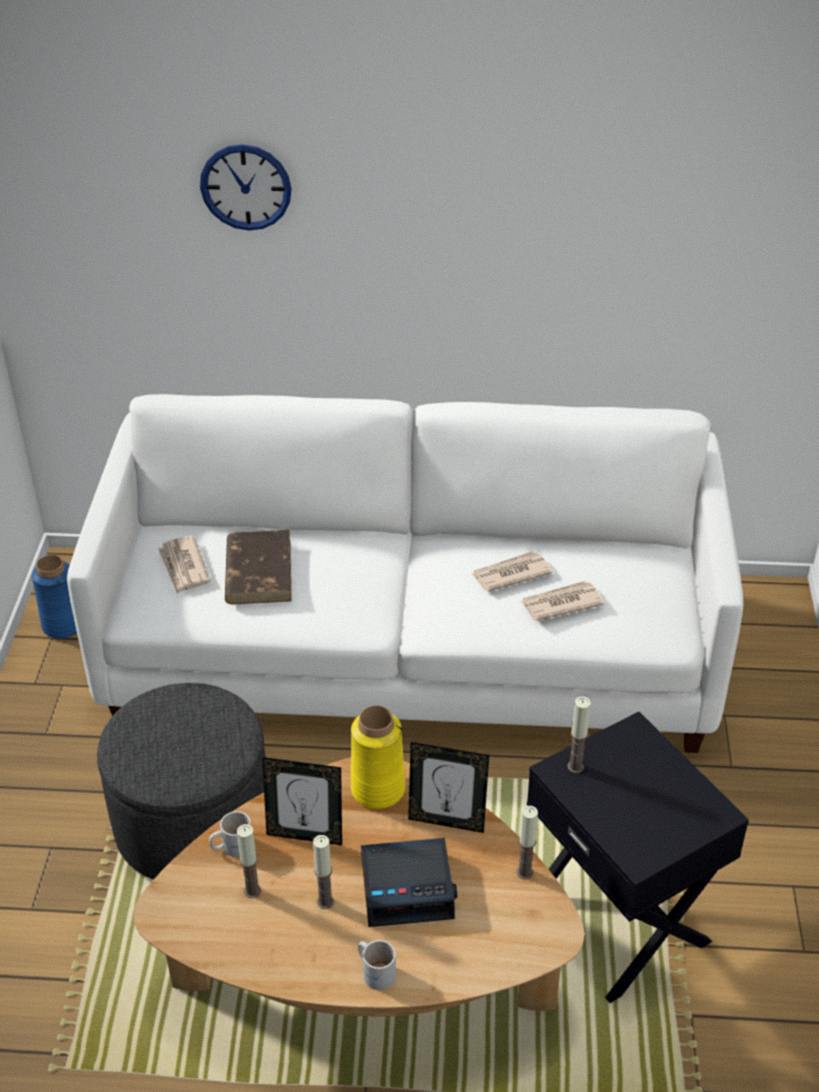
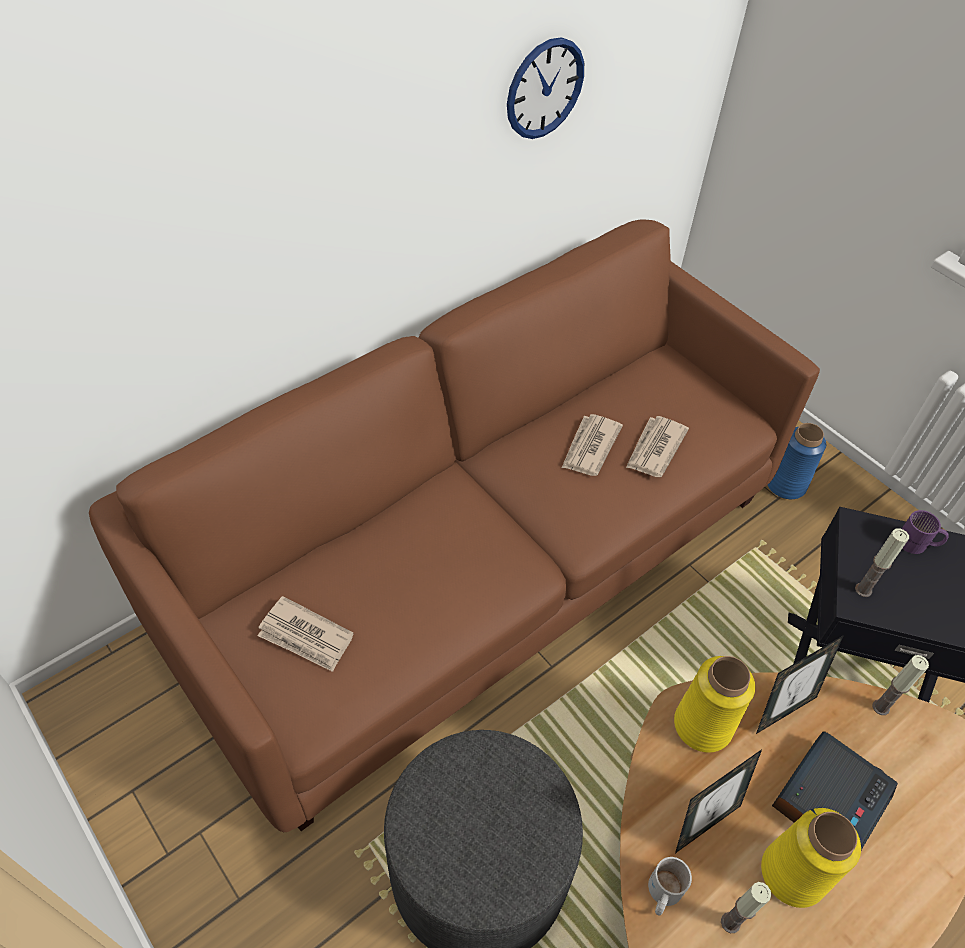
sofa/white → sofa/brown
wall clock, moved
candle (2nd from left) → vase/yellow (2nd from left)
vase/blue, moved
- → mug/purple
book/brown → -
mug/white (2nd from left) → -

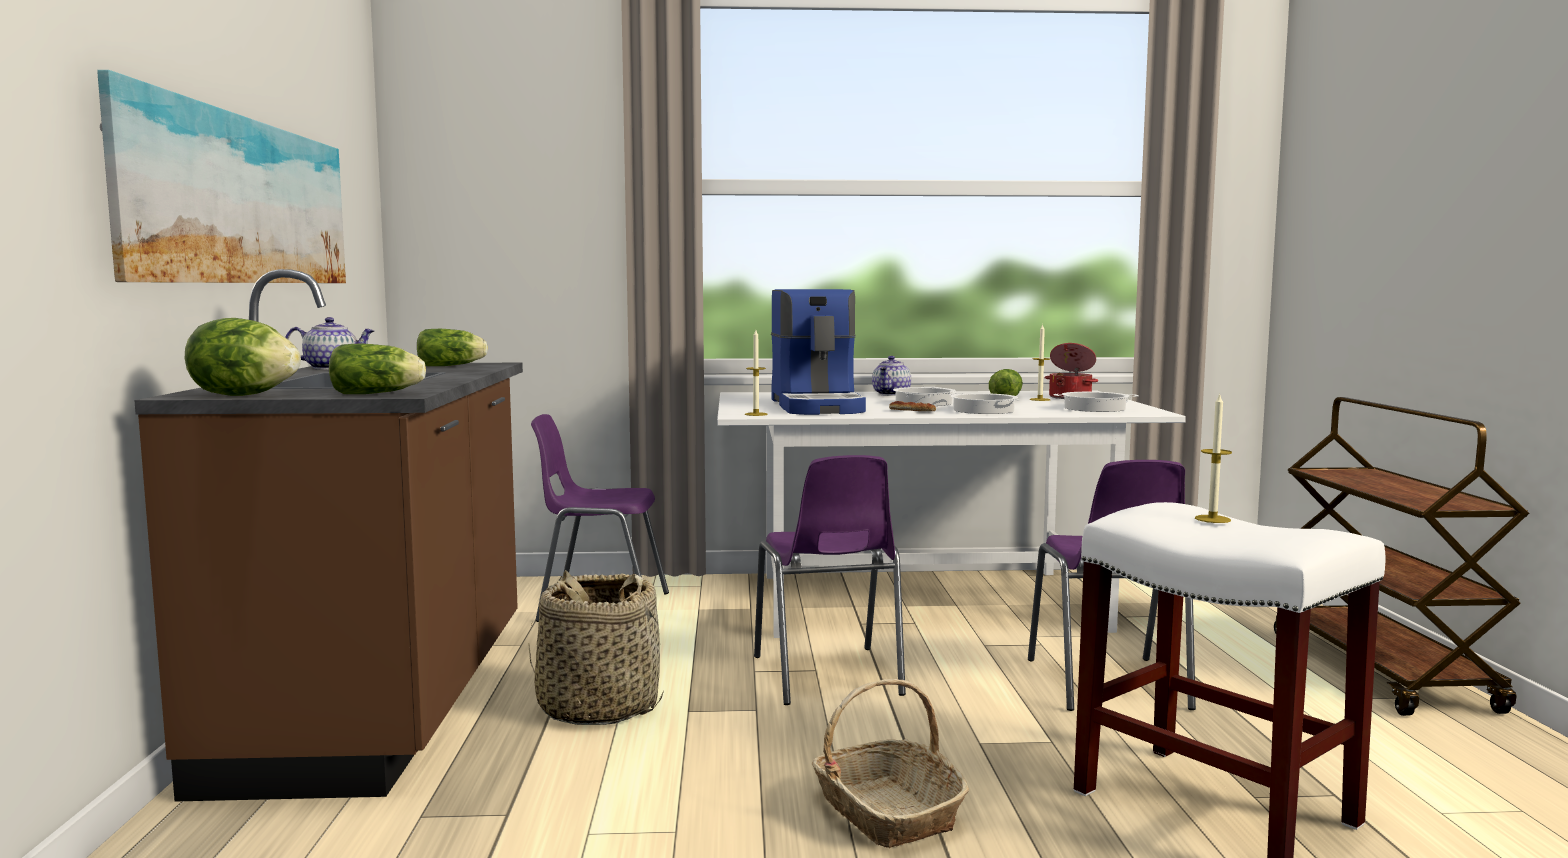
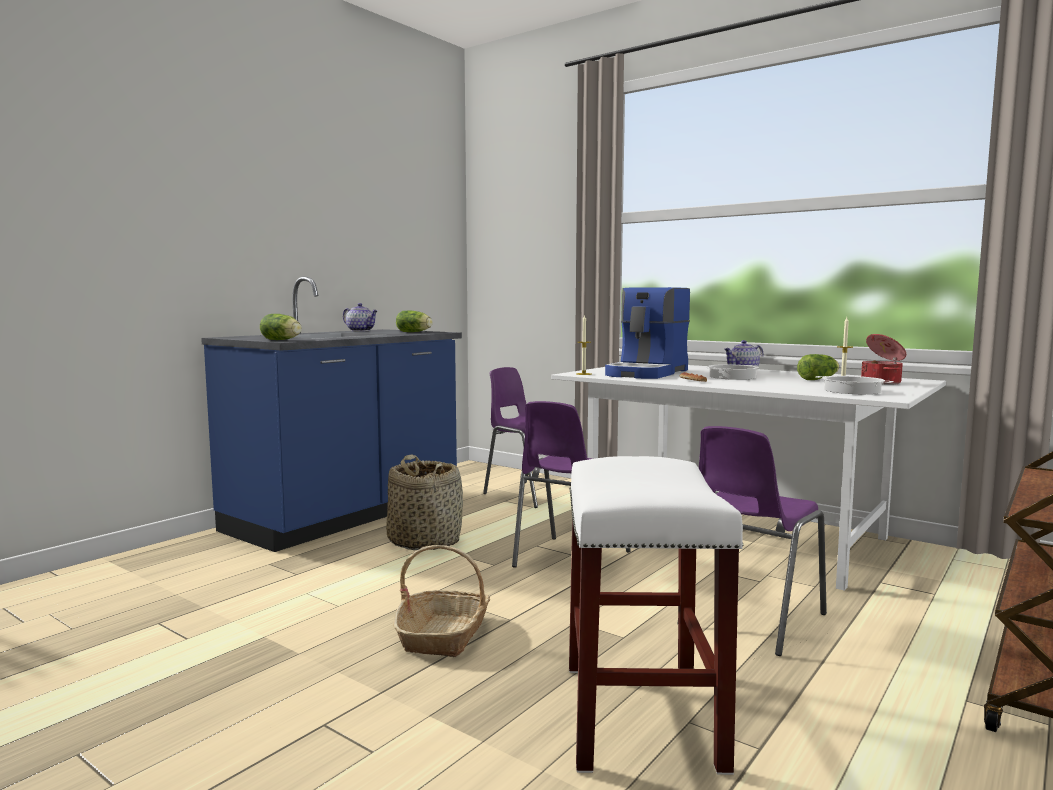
counter/brown → counter/blue
picture → -
lettuce (1st from left) → -
cooking pot (2nd from left) → -
candle (3rd from left) → -

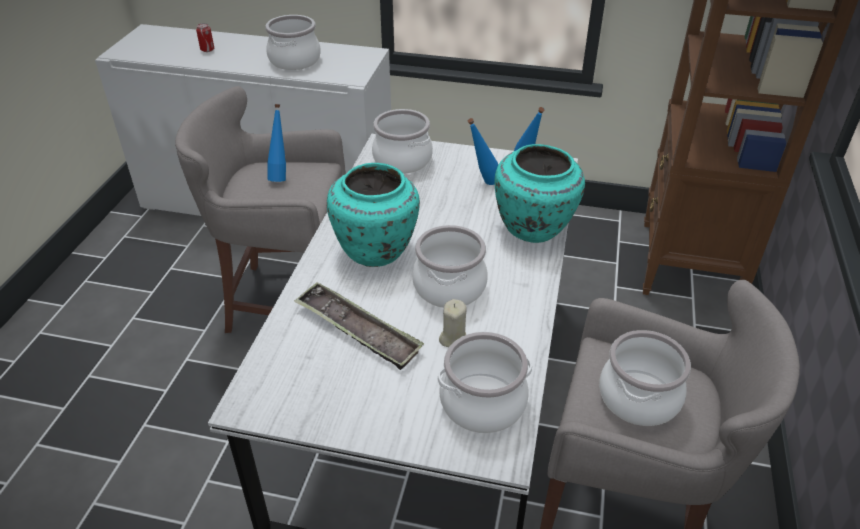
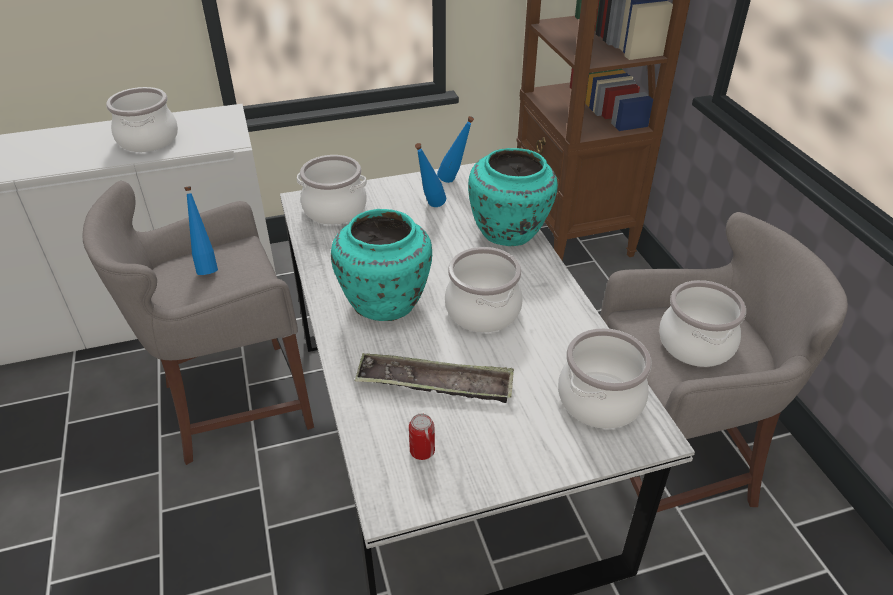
can, moved
candle/beige → -

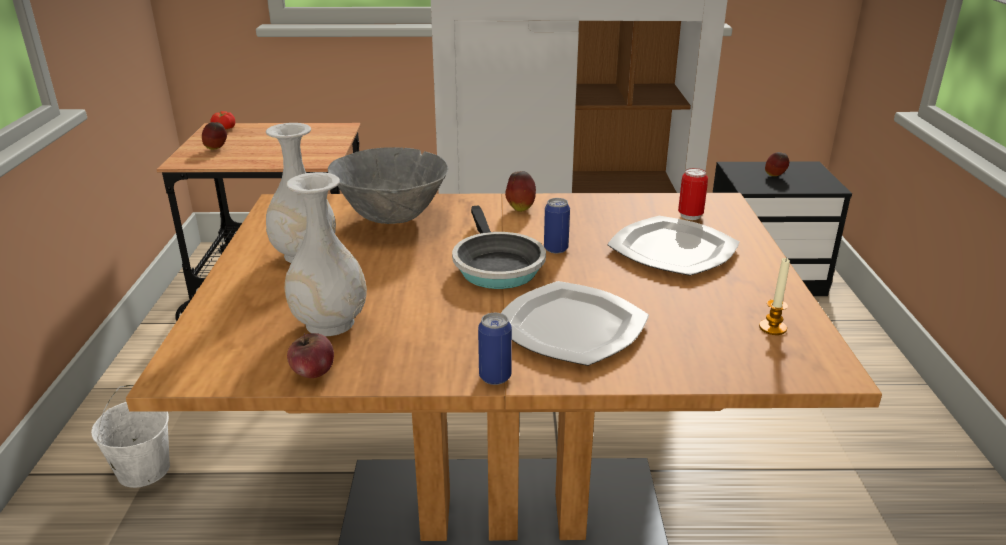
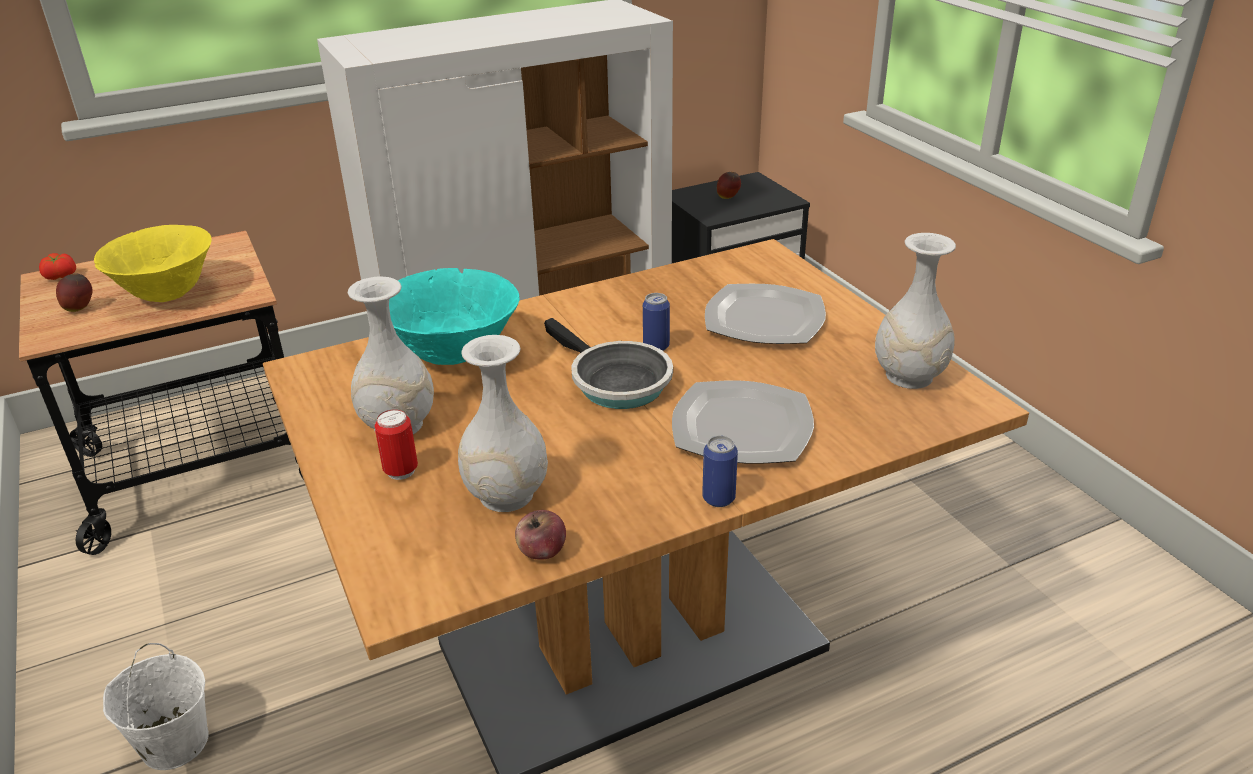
- → bowl/yellow
can (3rd from left in the first image) → can (1st from left), moved
bowl/grey → bowl/turquoise
candle → vase/white (3rd from left)
apple (3rd from left) → -

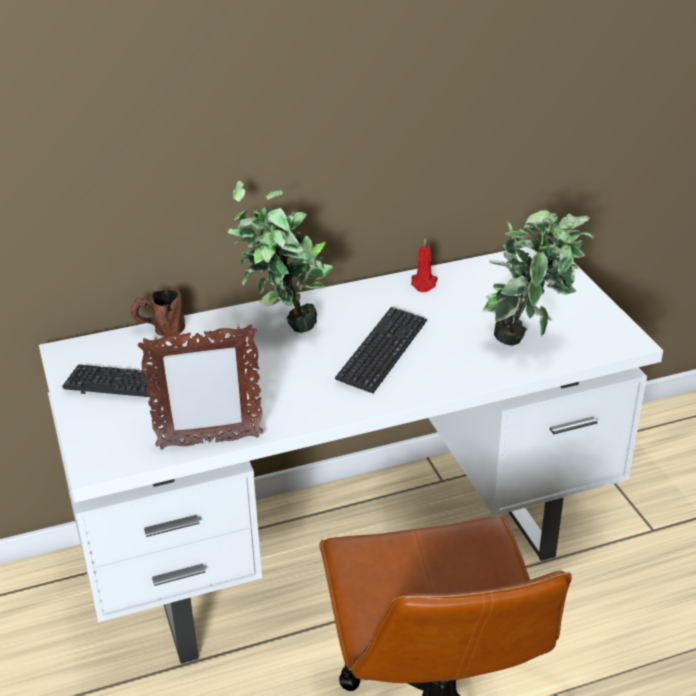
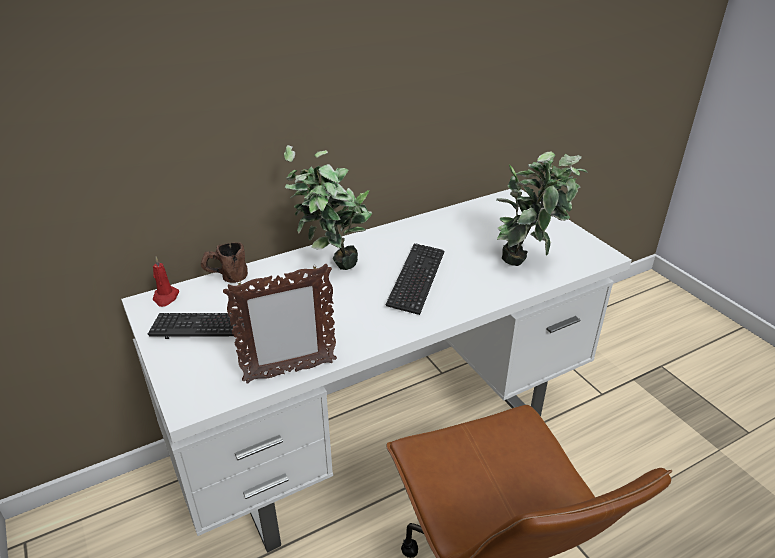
candle/red, moved

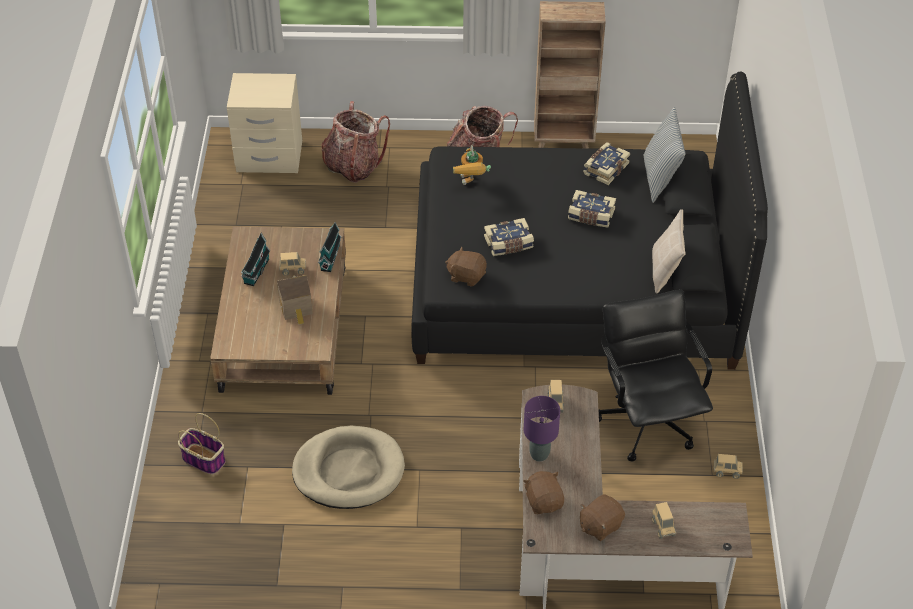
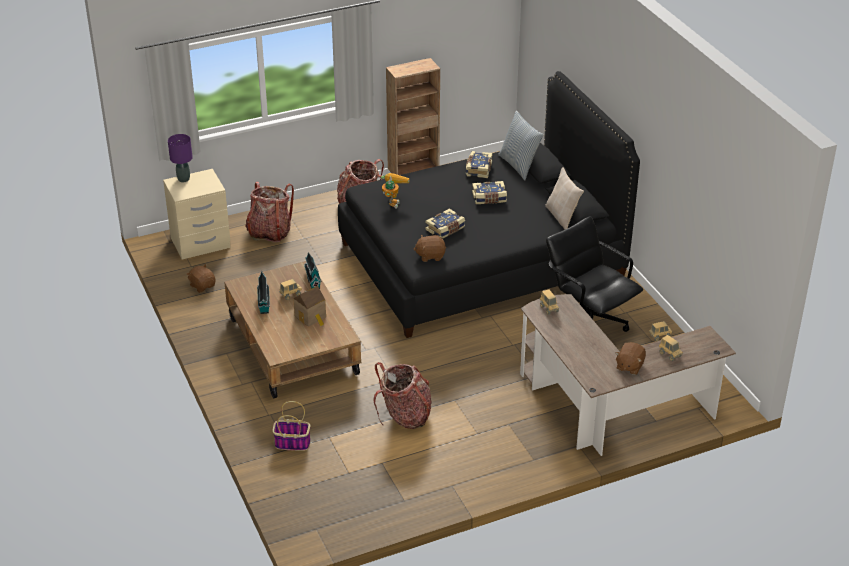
table lamp/purple, moved
plush toy/brown (2nd from left in the first image) → plush toy/brown (1st from left), moved
dog bed/beige → backpack (3rd from left)
toy robot, 135 degrees counterclockwise

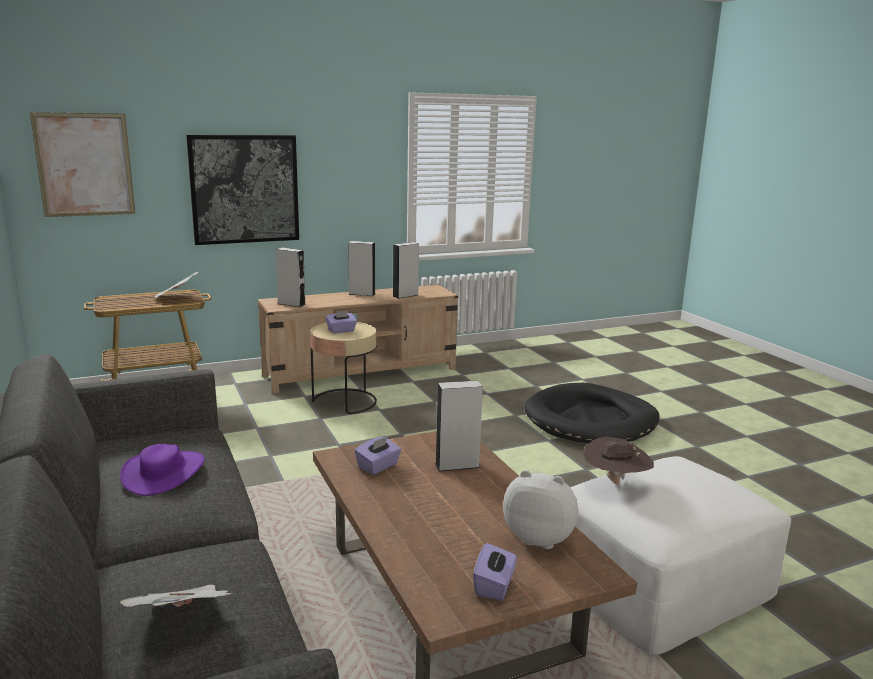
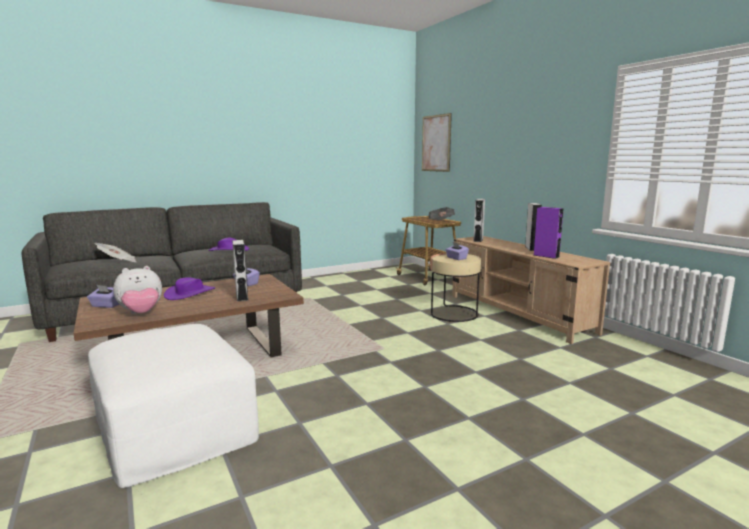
plush toy, 45 degrees clockwise
- → hat/purple (1st from left)
speaker/grey (3rd from left) → speaker/purple
picture (2nd from left) → -
dog bed/black → -
hat/brown → -

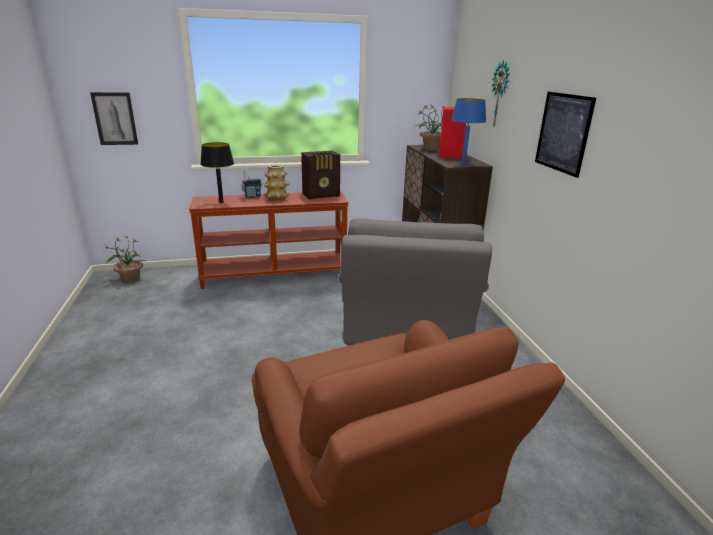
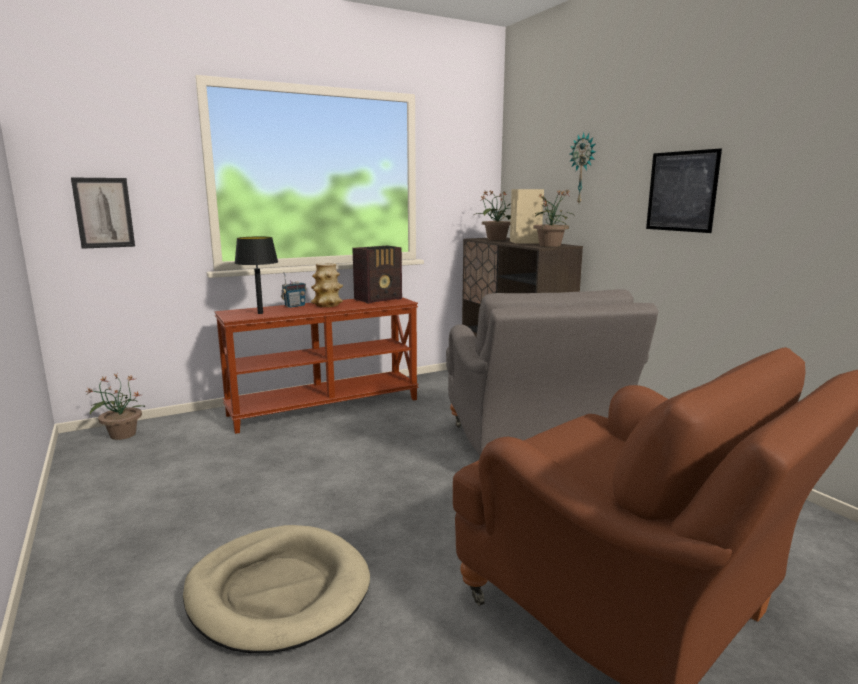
- → dog bed/beige
speaker/red → speaker/beige
table lamp/blue → potted plant (3rd from left)

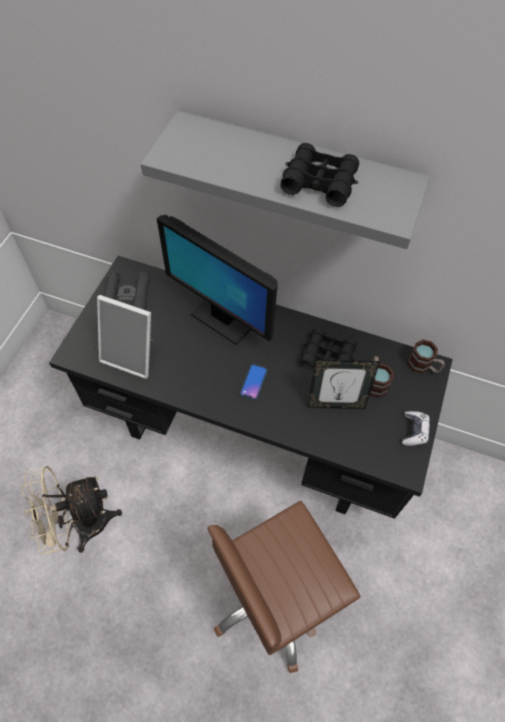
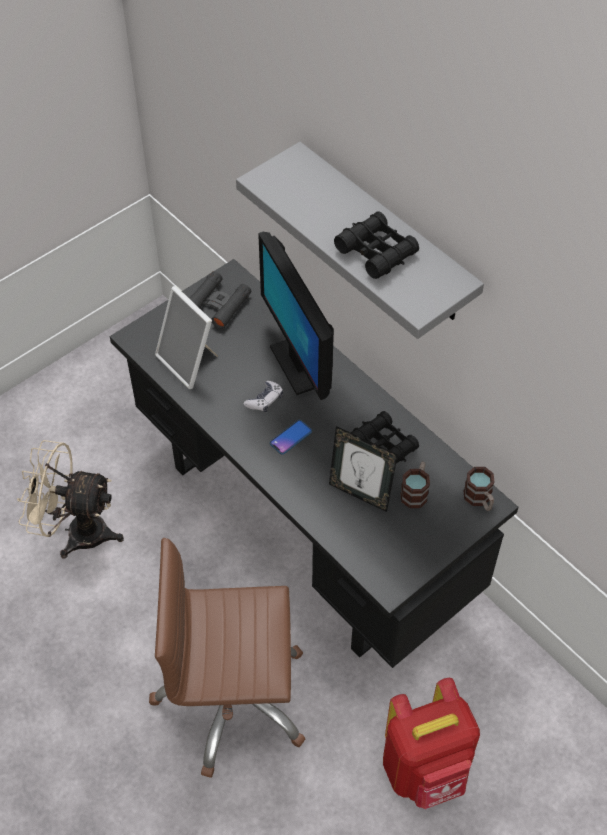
game controller, moved
- → backpack/red

